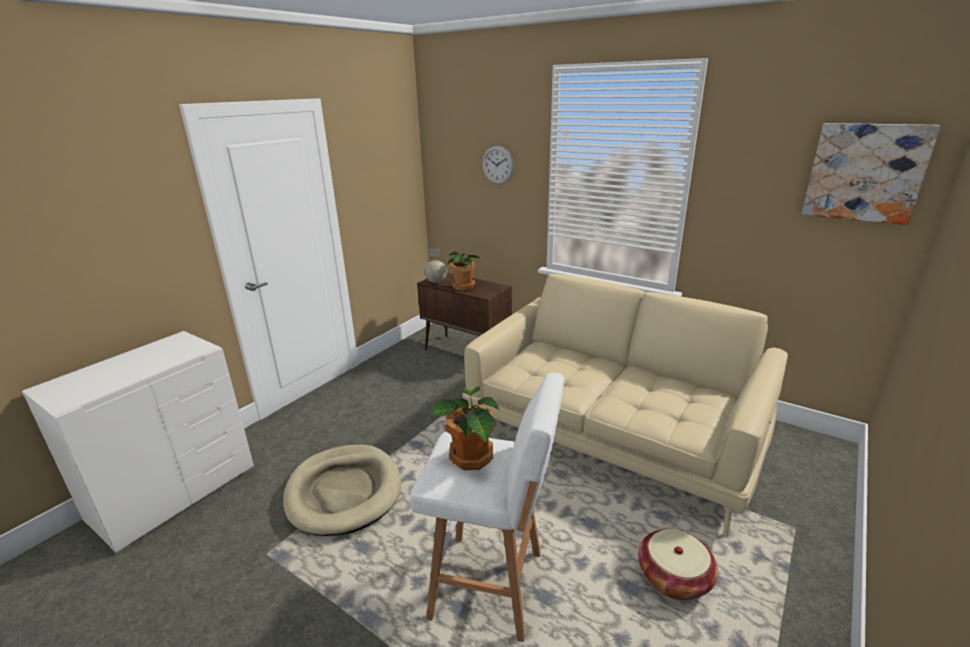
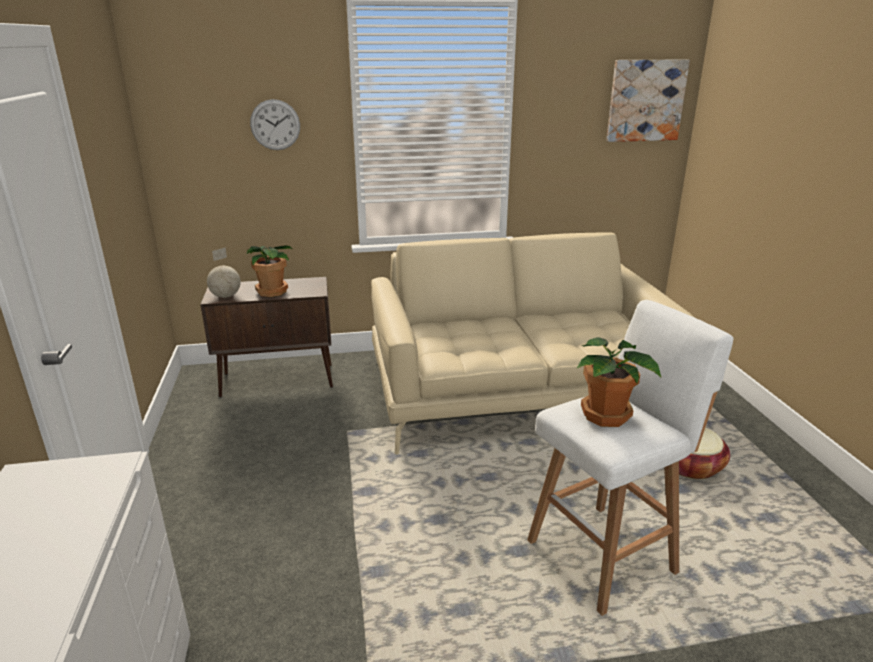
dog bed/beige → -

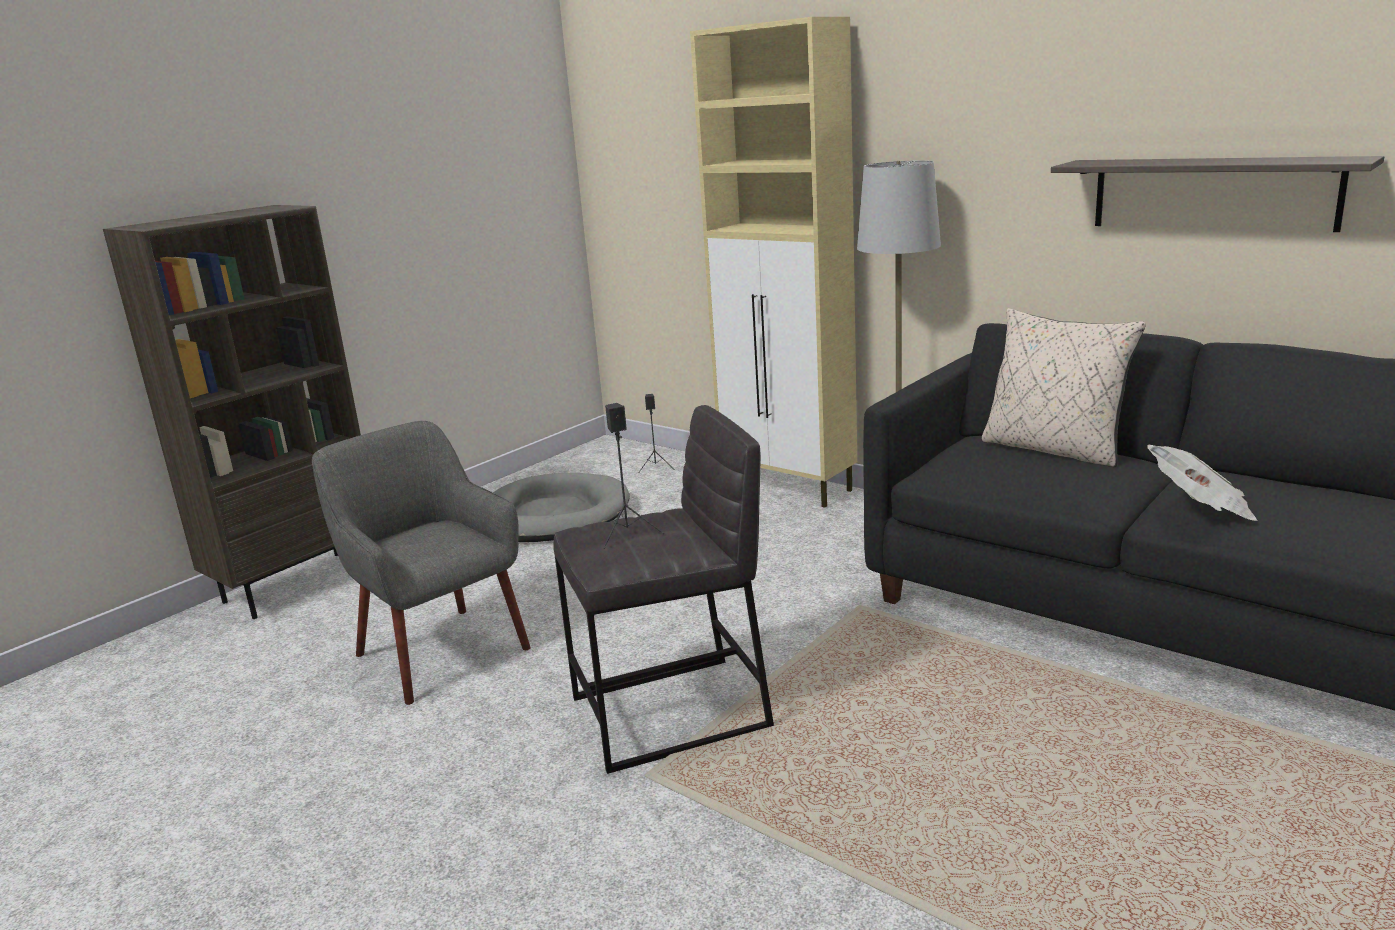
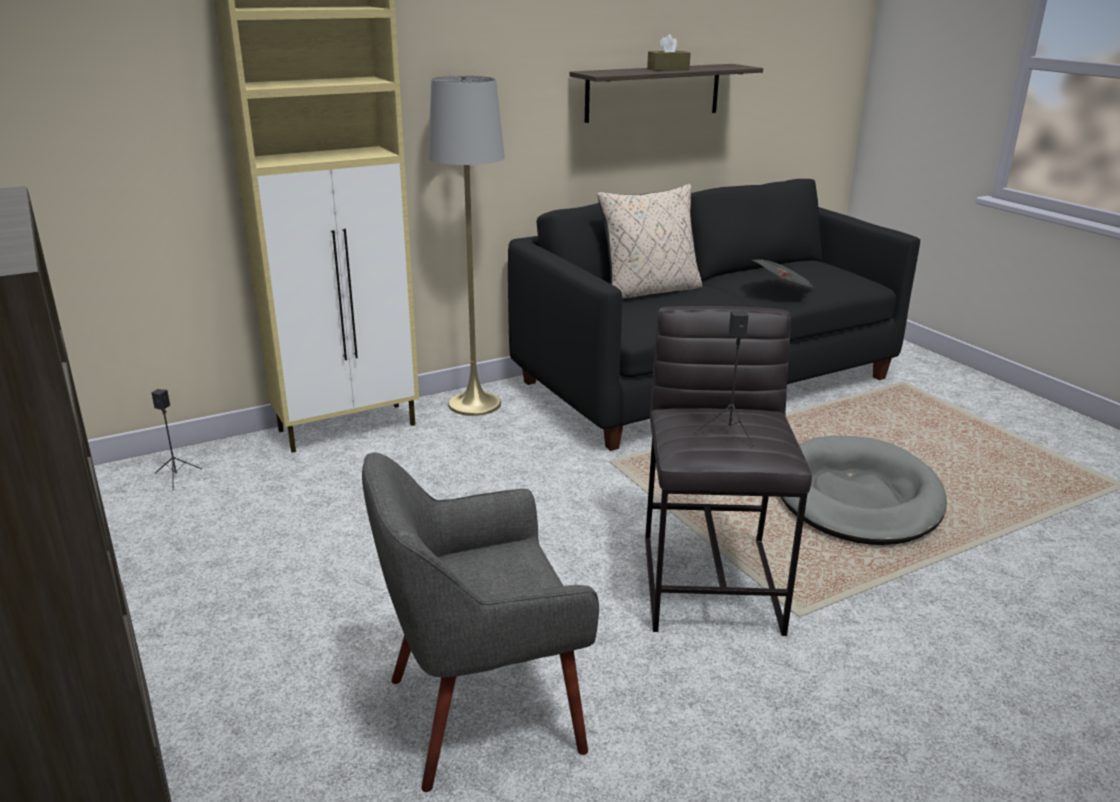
- → tissue box/brown
dog bed/grey, moved

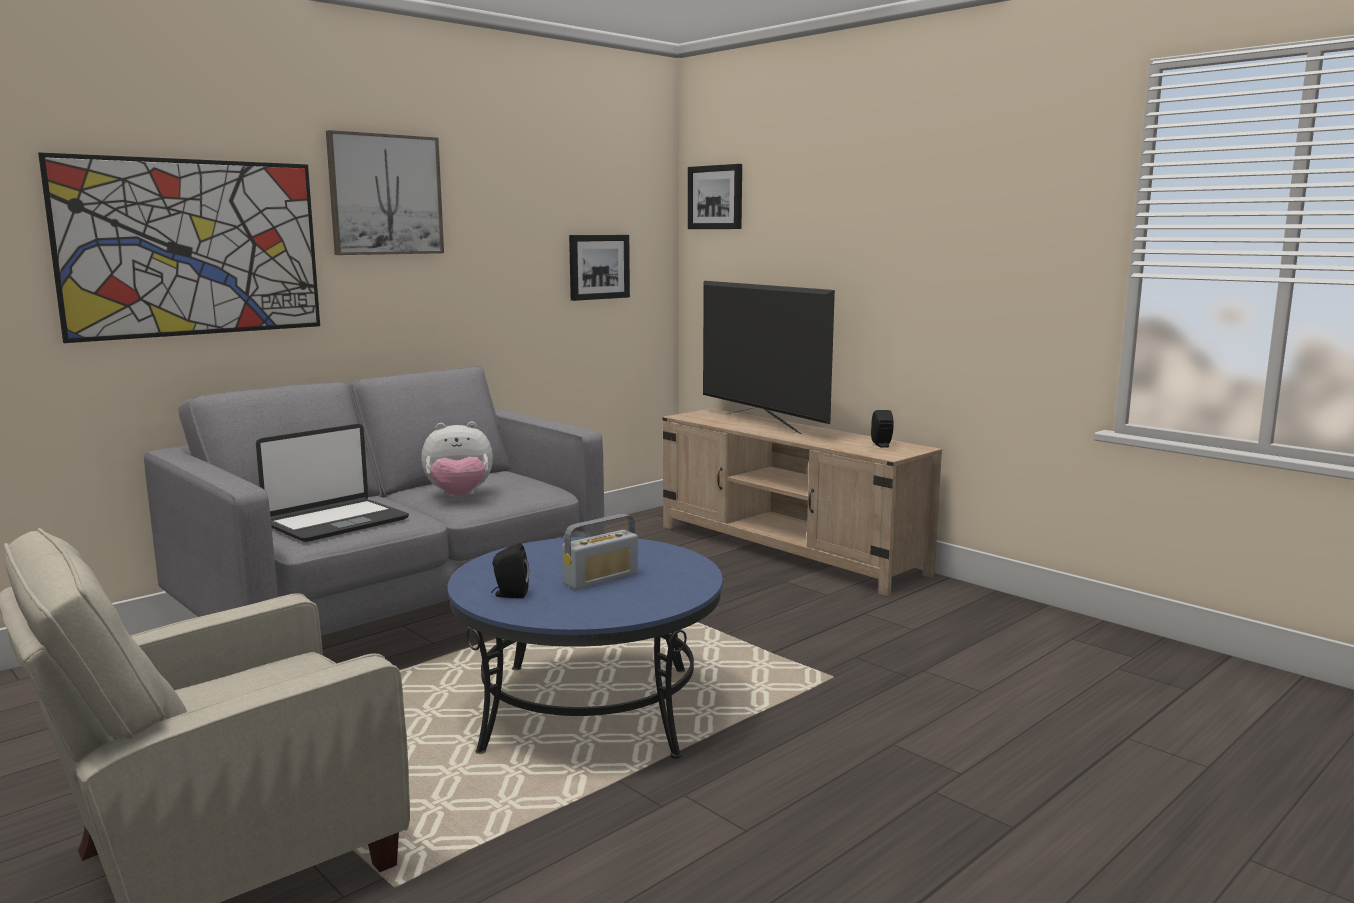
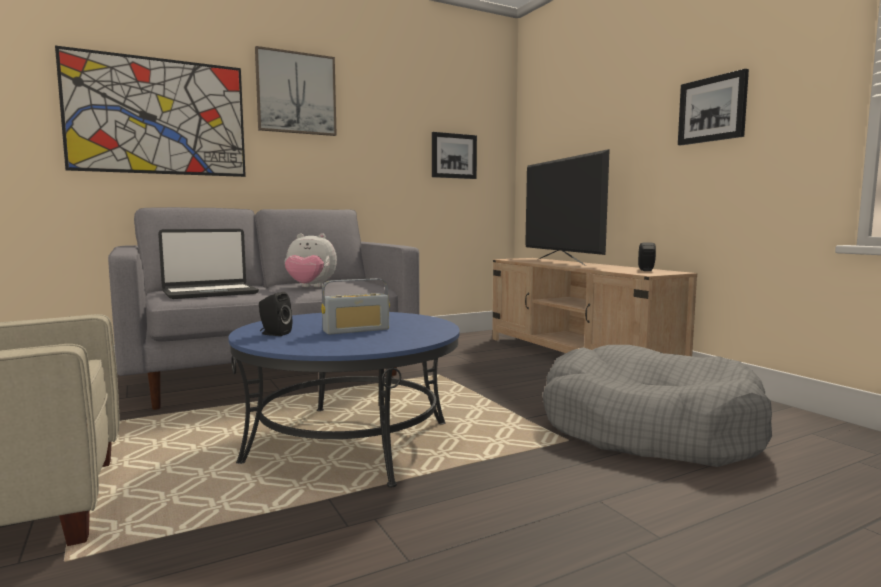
- → dog bed/grey
picture (4th from left), moved

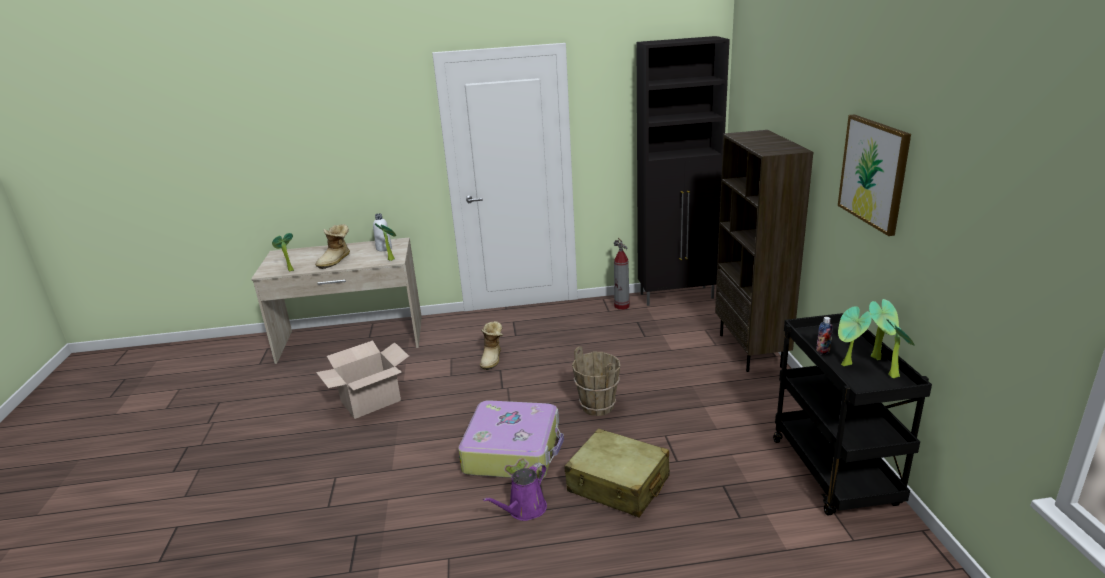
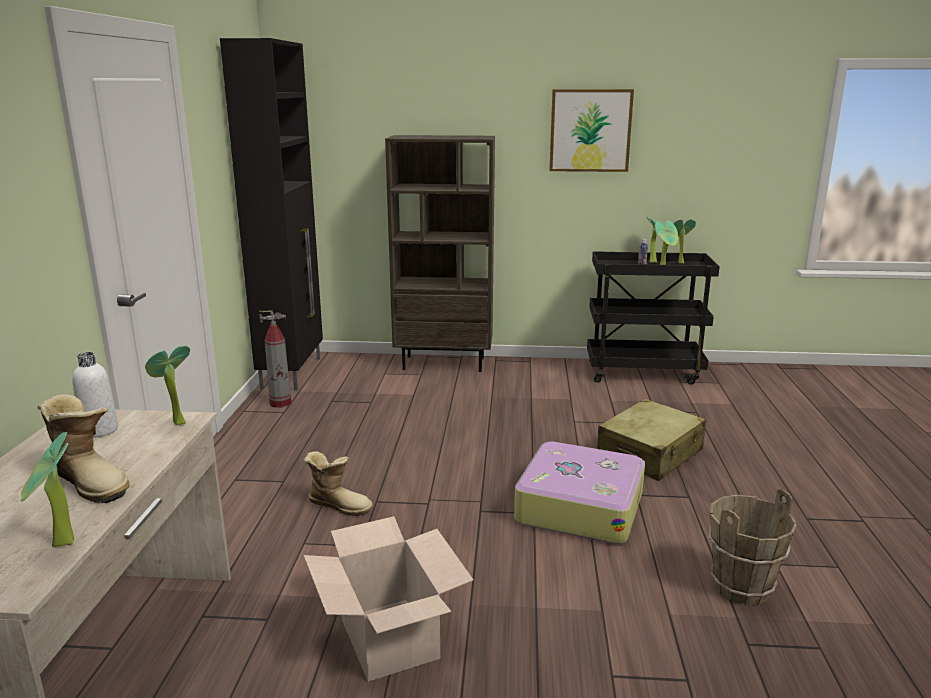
bucket/brown, moved
watering can/purple → -

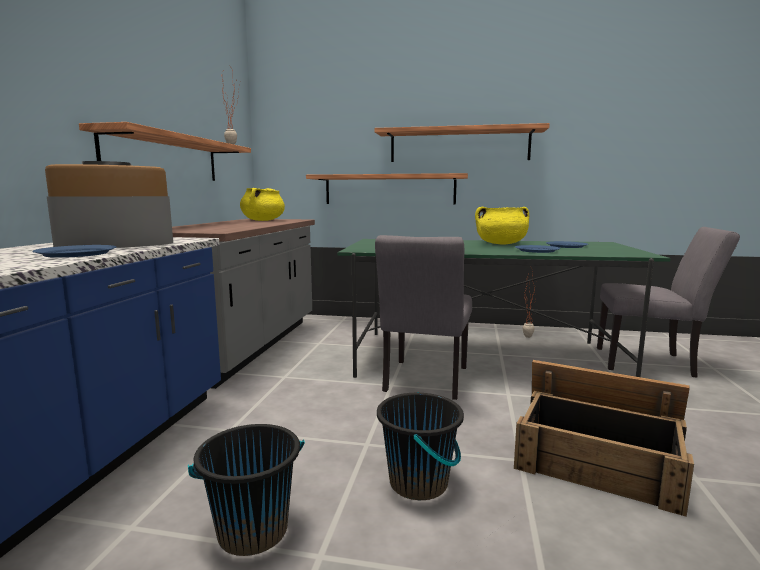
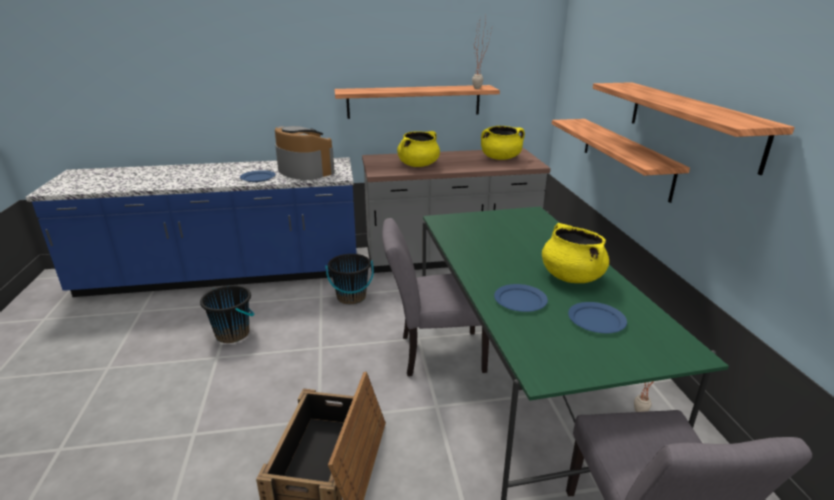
bucket/black (2nd from left), moved
- → cooking pot/yellow (1st from left)

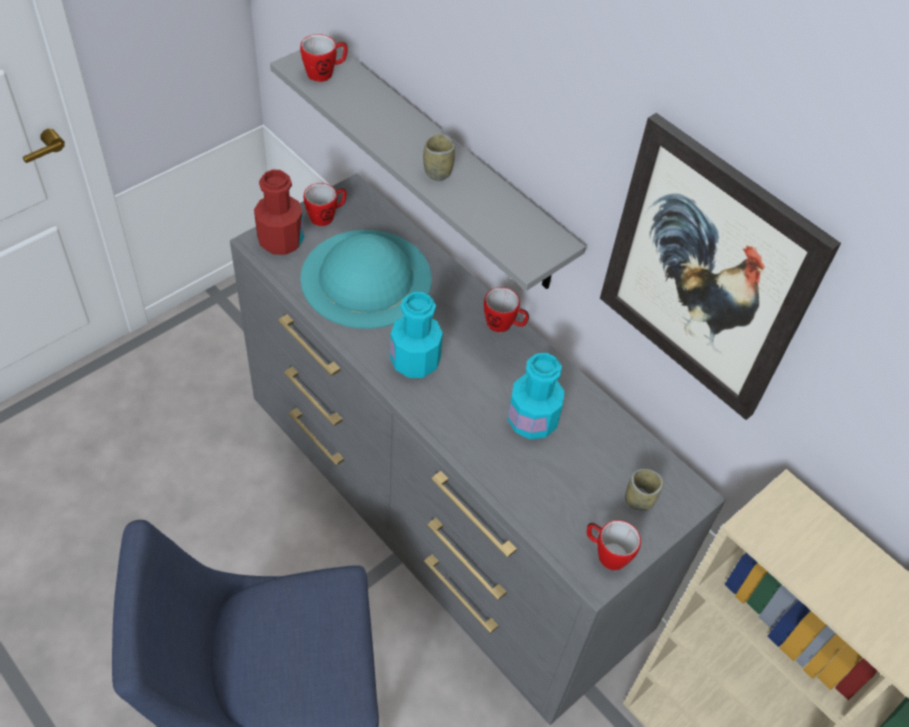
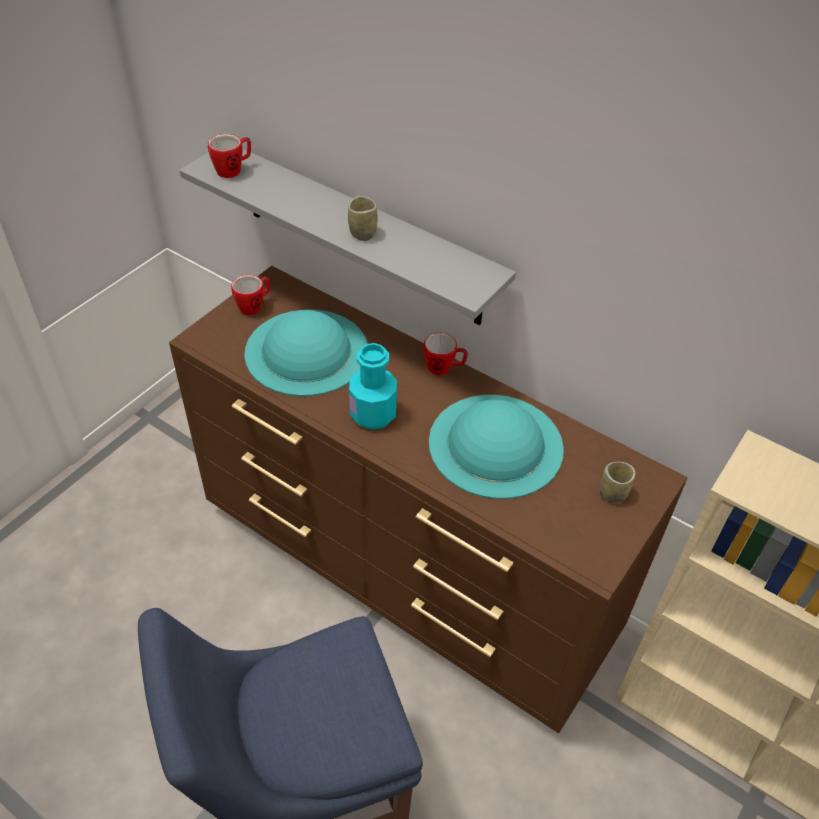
dresser/grey → dresser/brown
bottle/turquoise (2nd from left) → hat/turquoise (2nd from left)
bottle/red → -
mug (4th from left) → -
picture → -

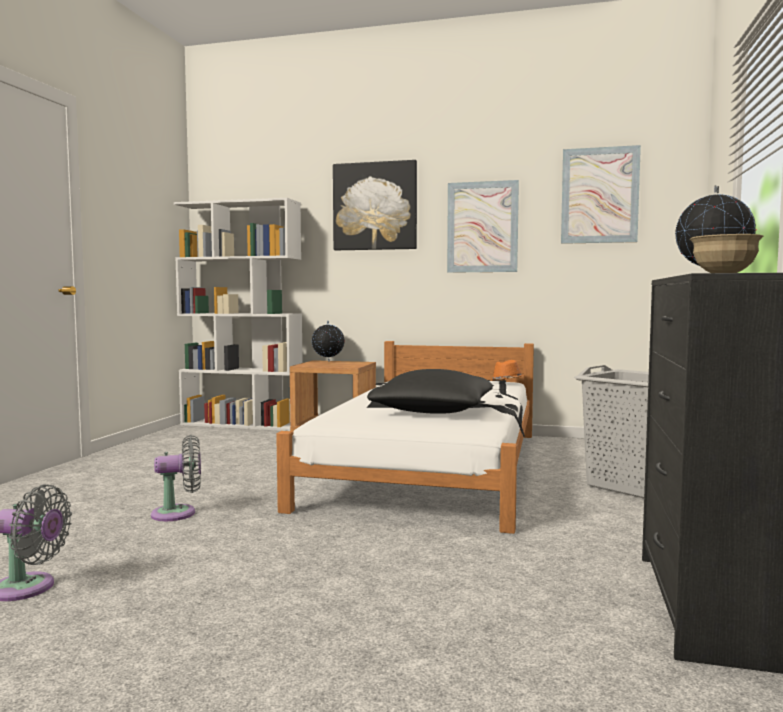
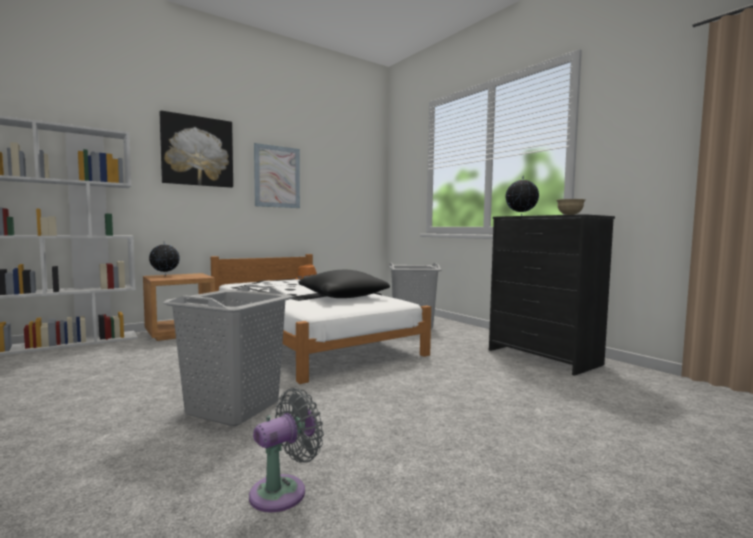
fan/grey (2nd from left) → laundry basket/grey (1st from left)
picture (3rd from left) → -

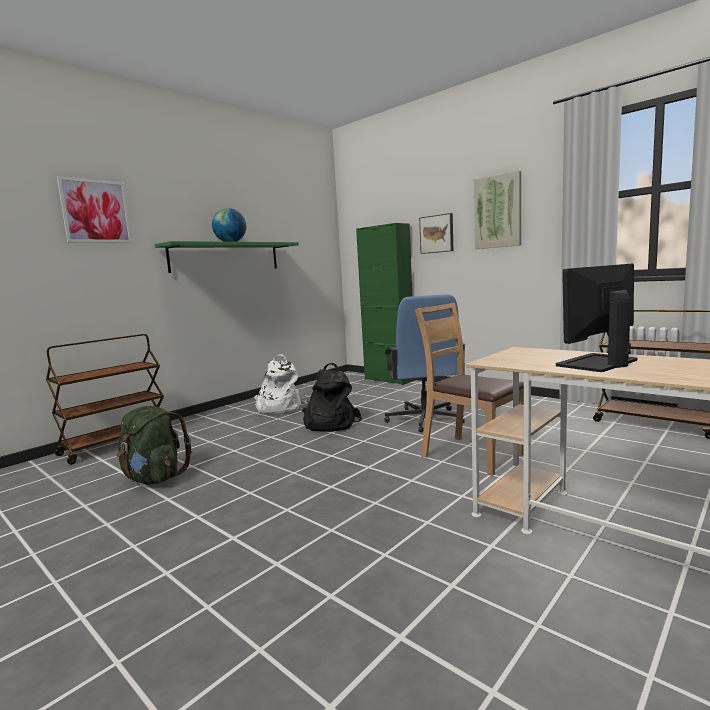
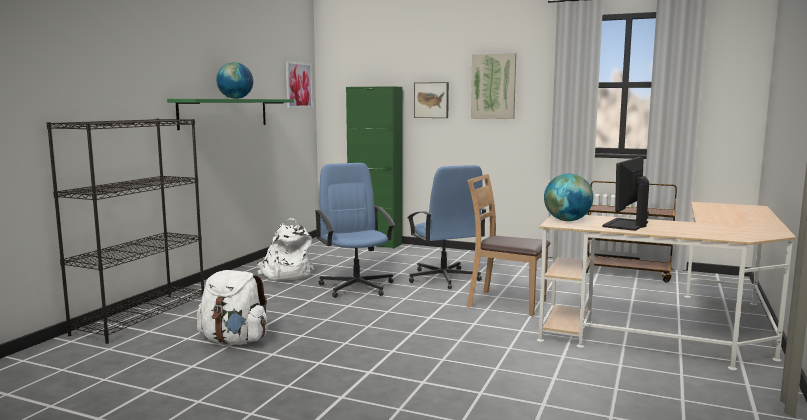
cart/brown (1st from left) → bookcase/black
backpack/green → backpack/white (1st from left)
picture (1st from left), moved
backpack/black → office chair/blue (1st from left)
- → globe (2nd from left)

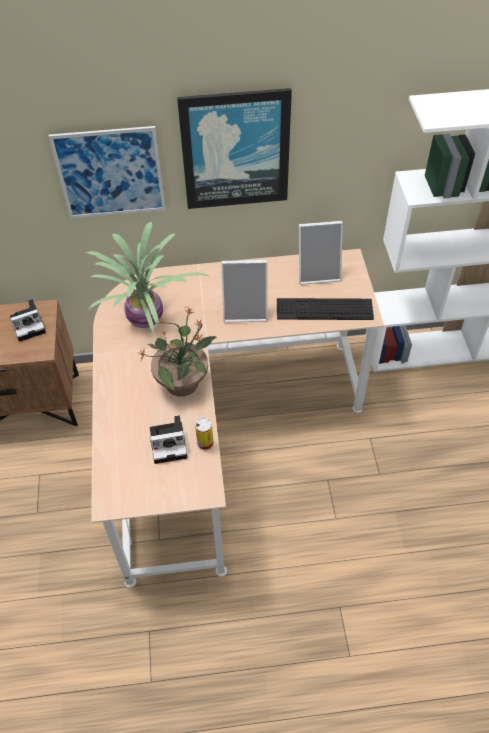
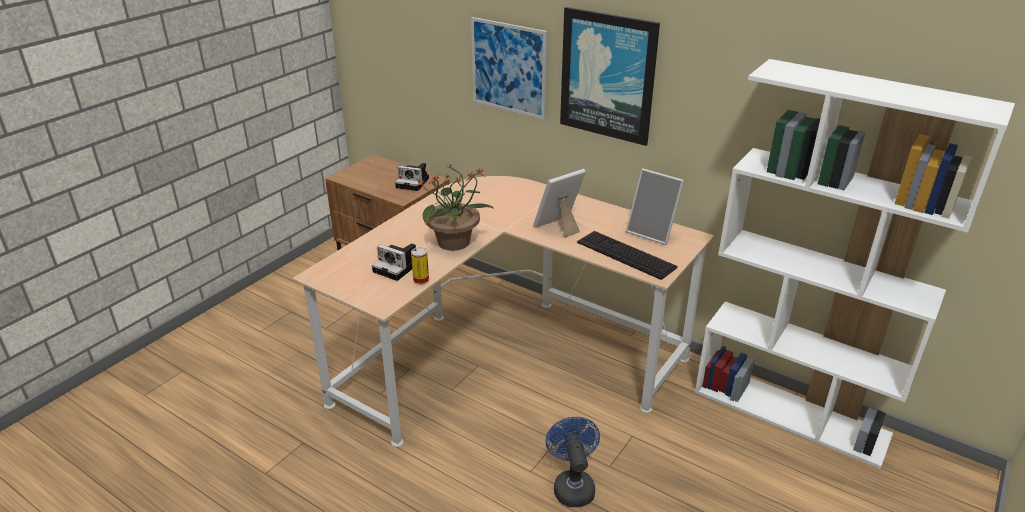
picture frame (1st from left), 105 degrees clockwise
- → fan/blue
potted plant (1st from left) → -

